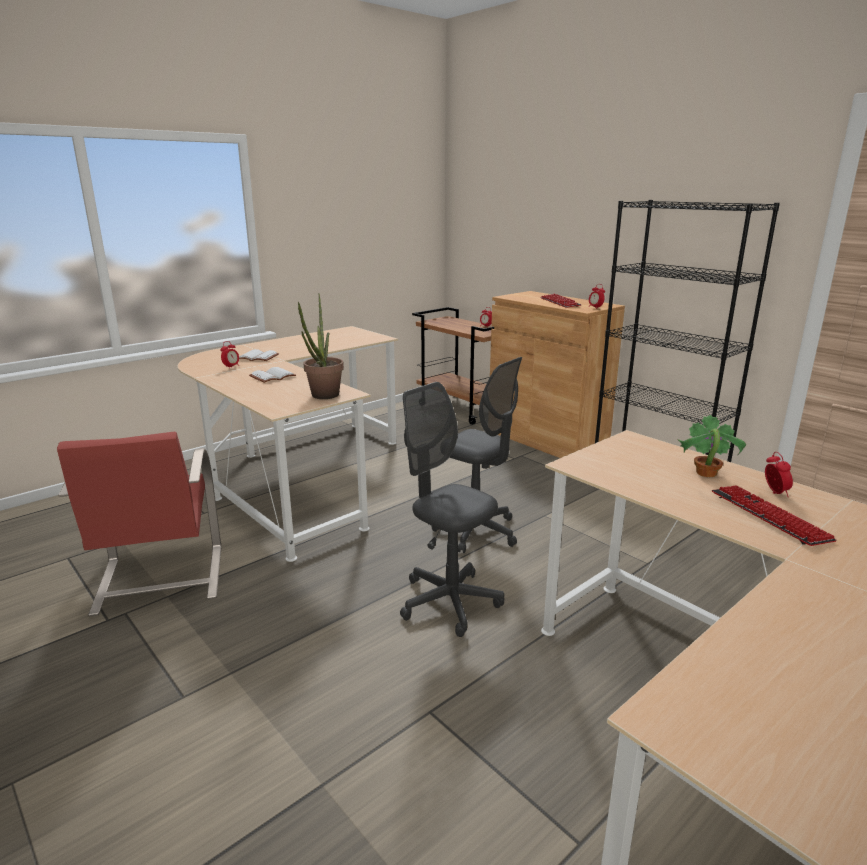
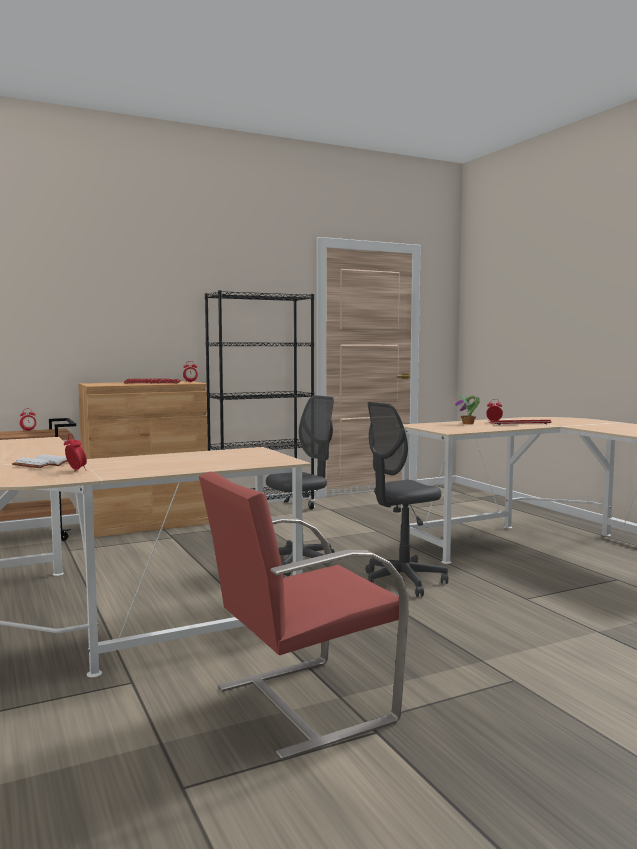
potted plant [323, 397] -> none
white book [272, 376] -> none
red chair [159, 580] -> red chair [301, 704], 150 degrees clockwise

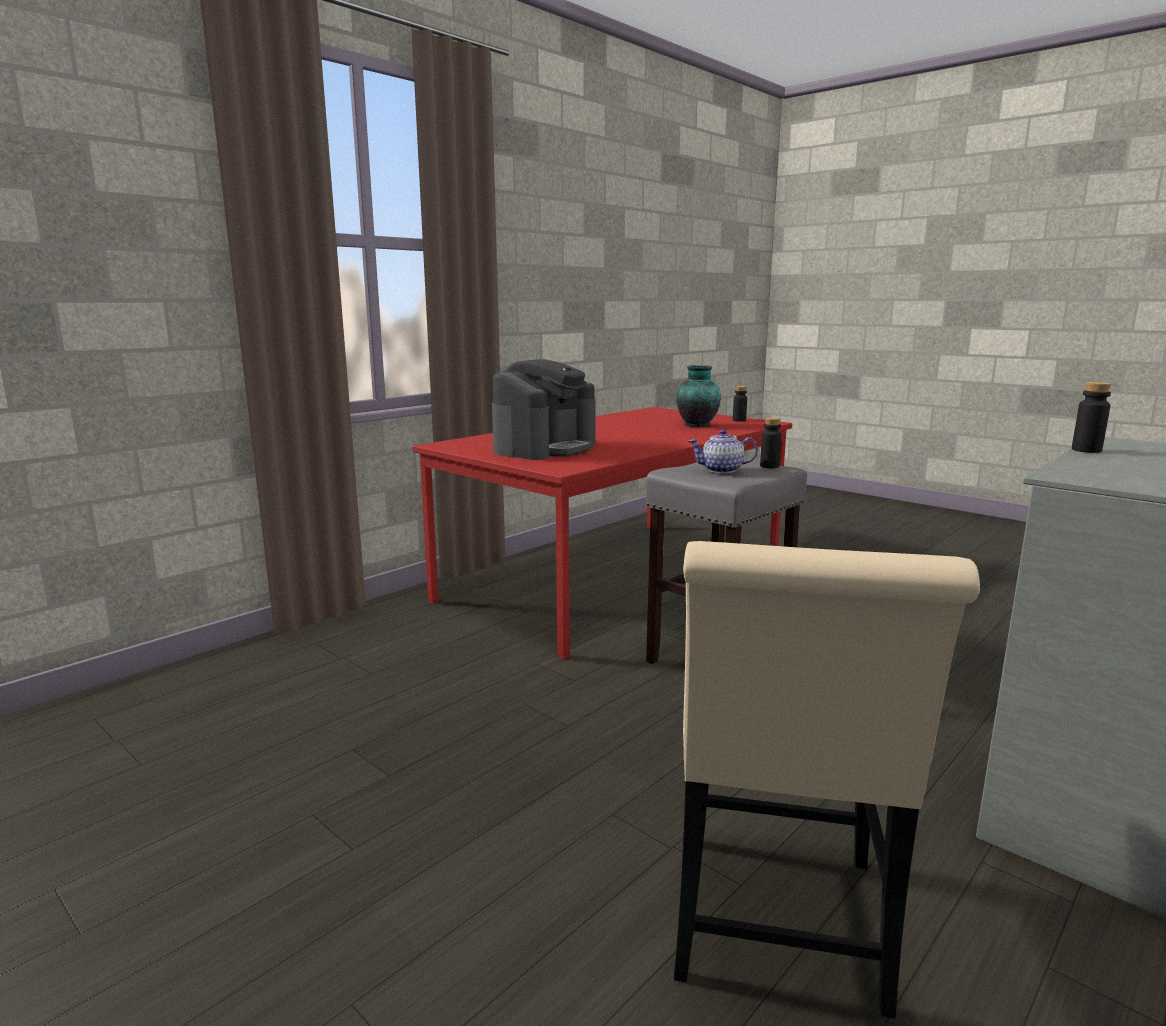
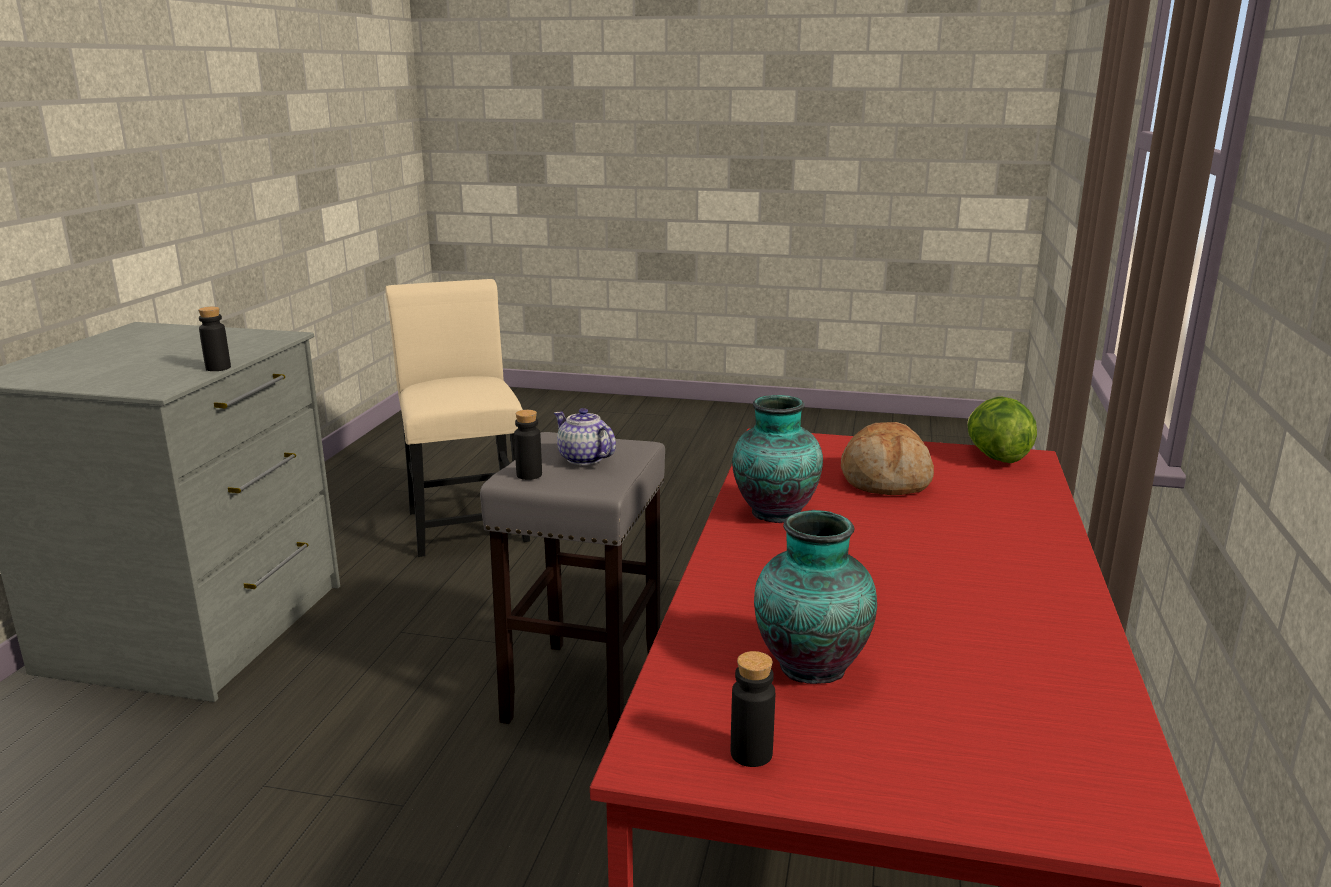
coffee machine [545, 448] -> bread [885, 479]
teapot [721, 470] -> teapot [583, 458], 105 degrees counterclockwise
none -> vase [773, 513]
none -> lettuce [996, 457]

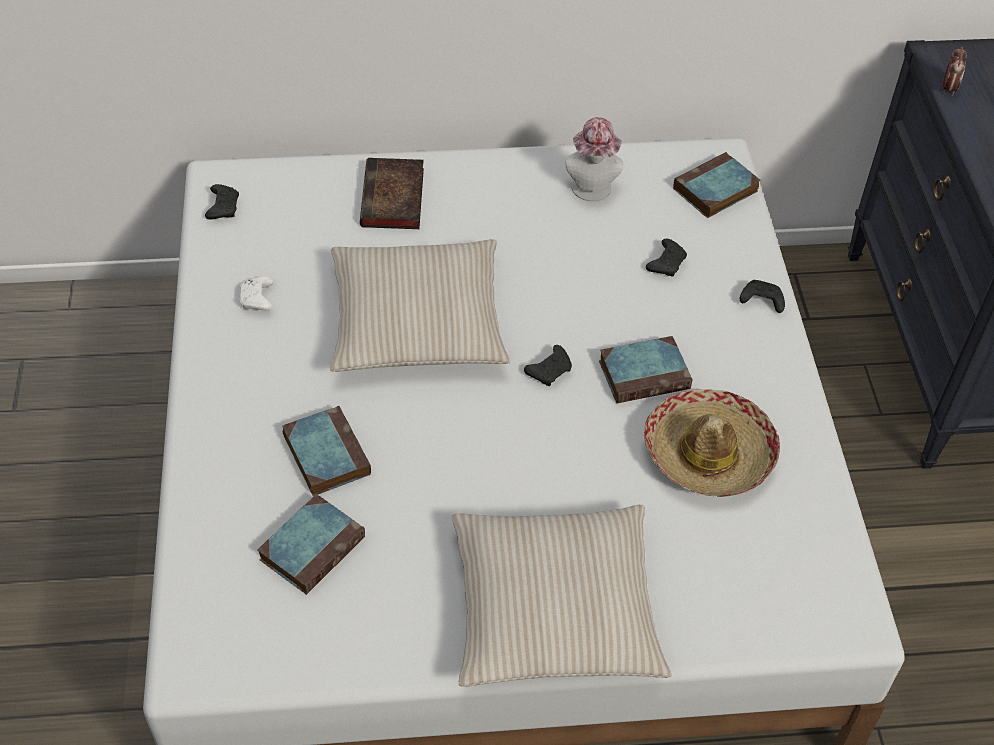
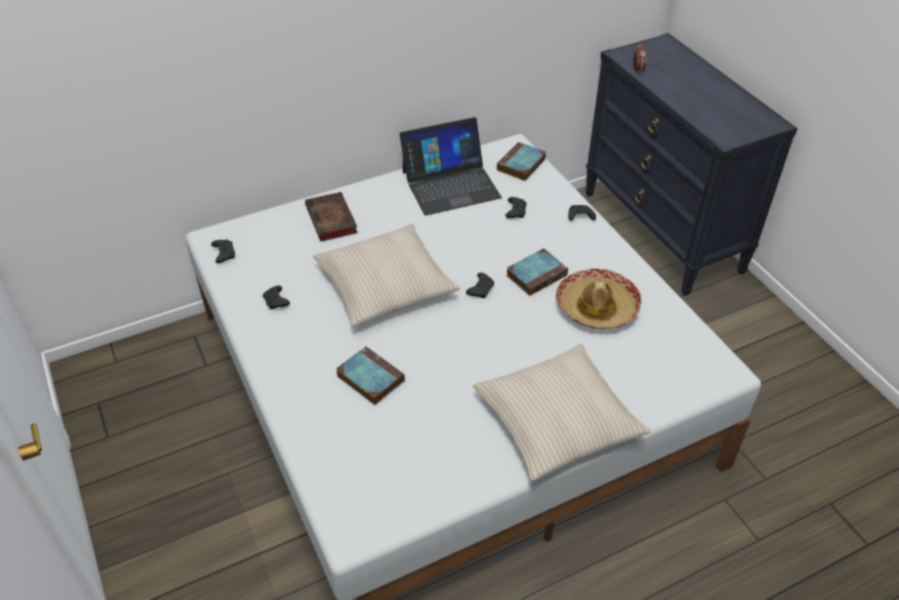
hat [592, 191] -> laptop [450, 184]
white game controller [258, 300] -> black game controller [276, 302]
book [313, 546] -> none

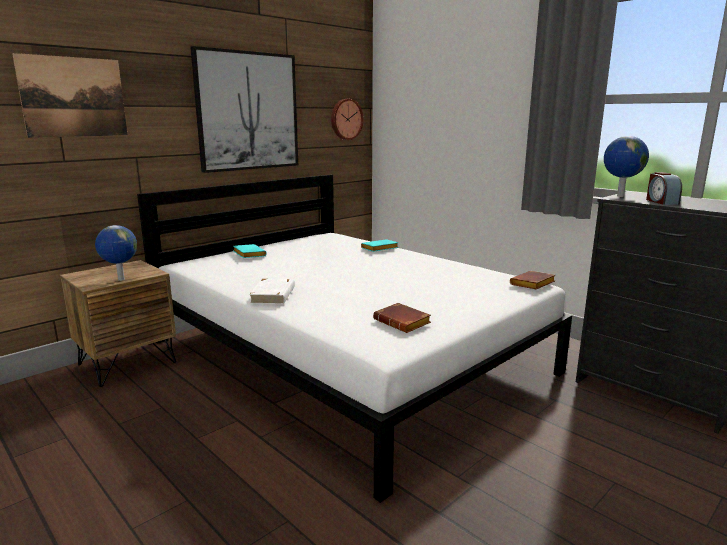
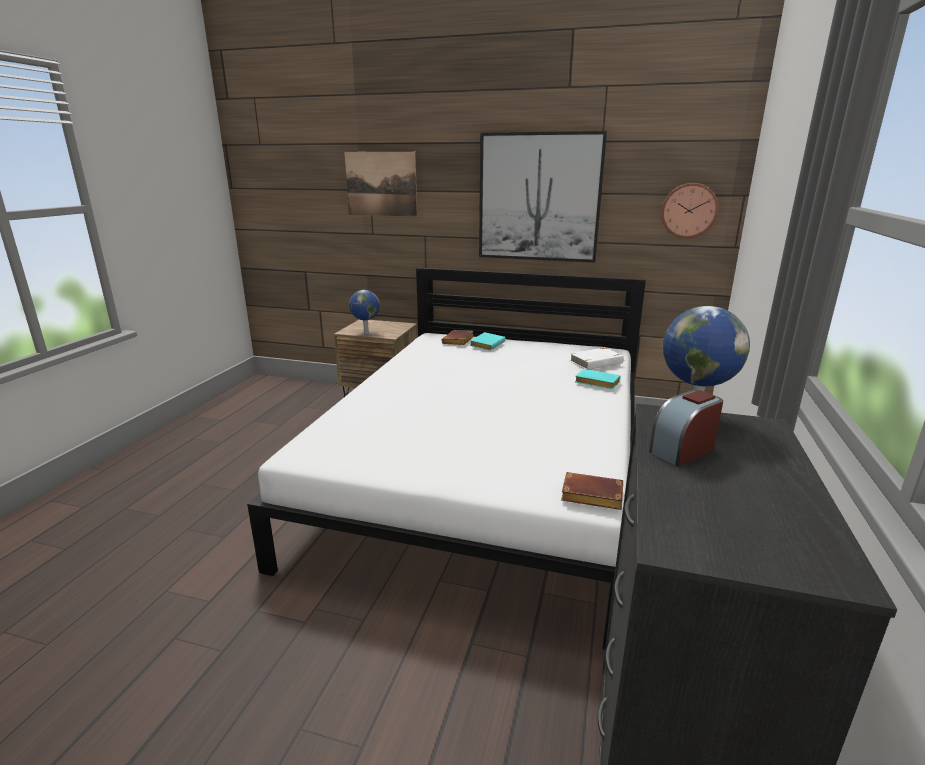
white book [273, 295] -> white book [596, 362], move
brown book [403, 322] -> brown book [459, 341], move

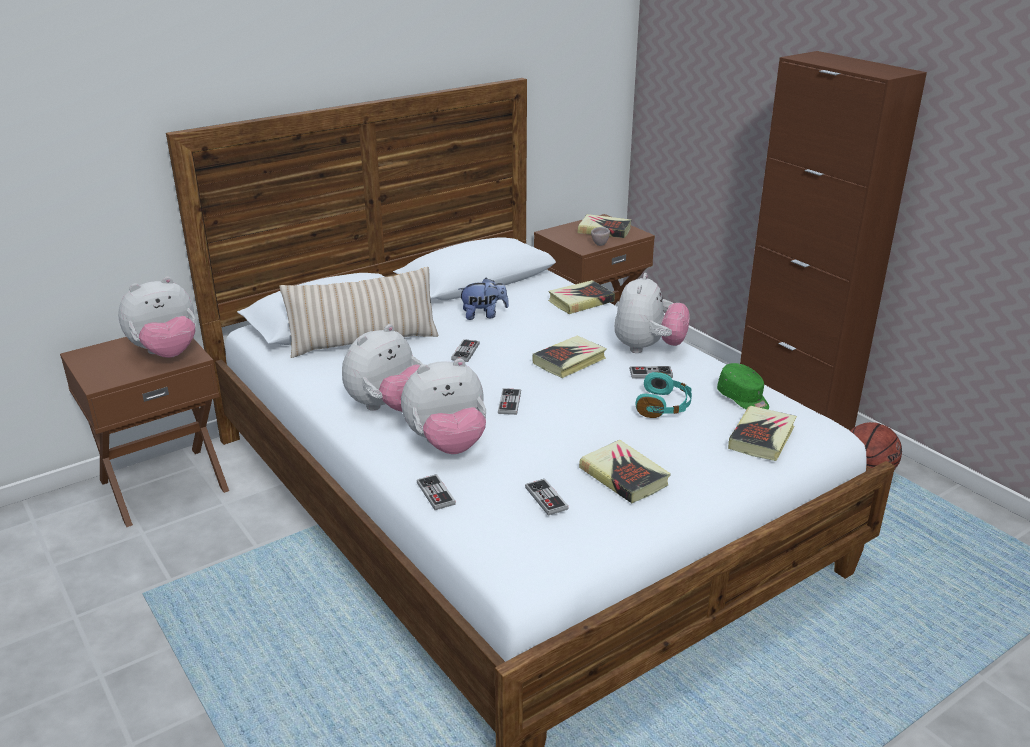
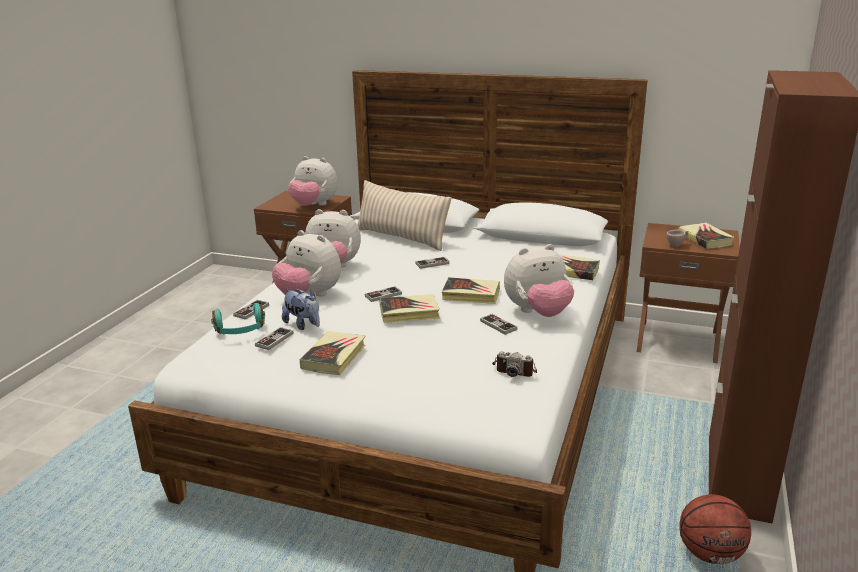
plush toy [483, 315] -> plush toy [303, 325], move
green cap [743, 398] -> photo camera [515, 369]
turquoise headphones [664, 406] -> turquoise headphones [240, 330], move
book [761, 438] -> book [409, 312], move

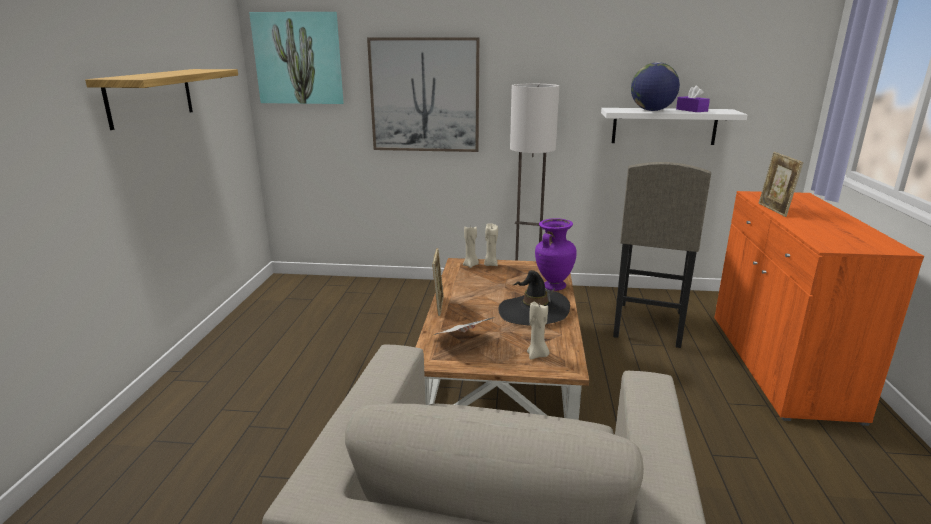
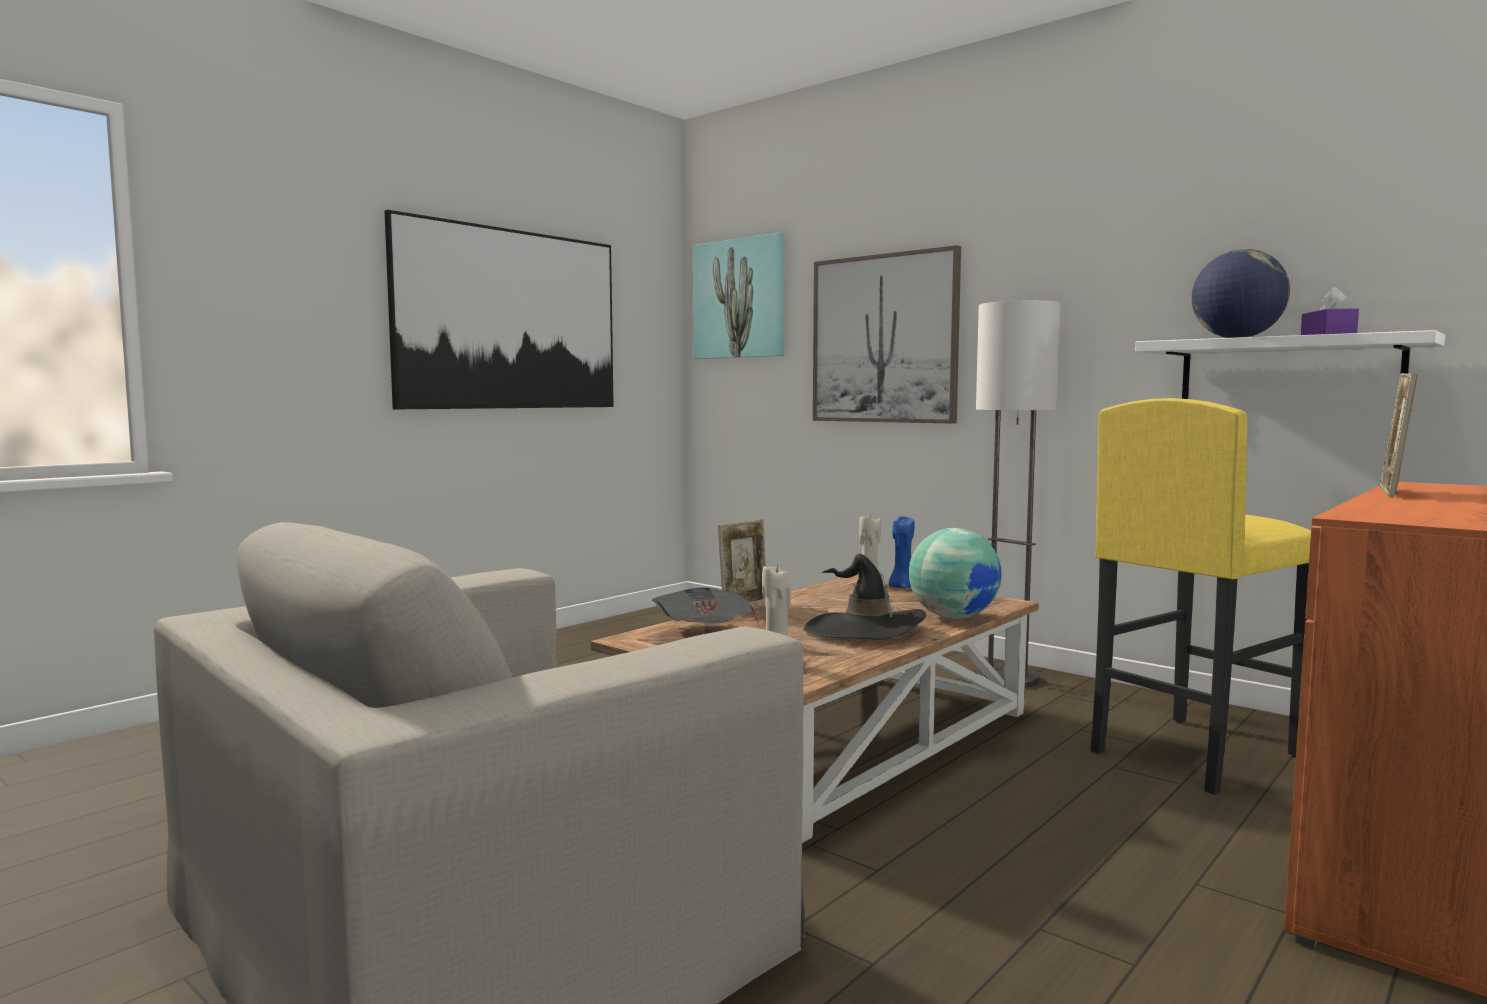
shelf [150, 97] -> picture [510, 319]
grey stool [648, 324] -> yellow stool [1192, 753]
purple vase [553, 286] -> globe [953, 617]
beige candle [490, 264] -> blue candle [901, 587]

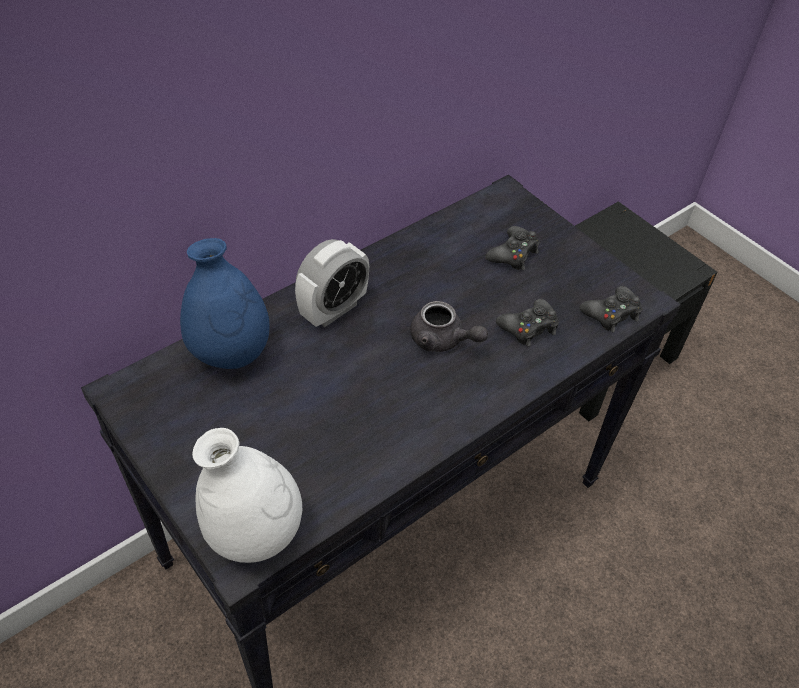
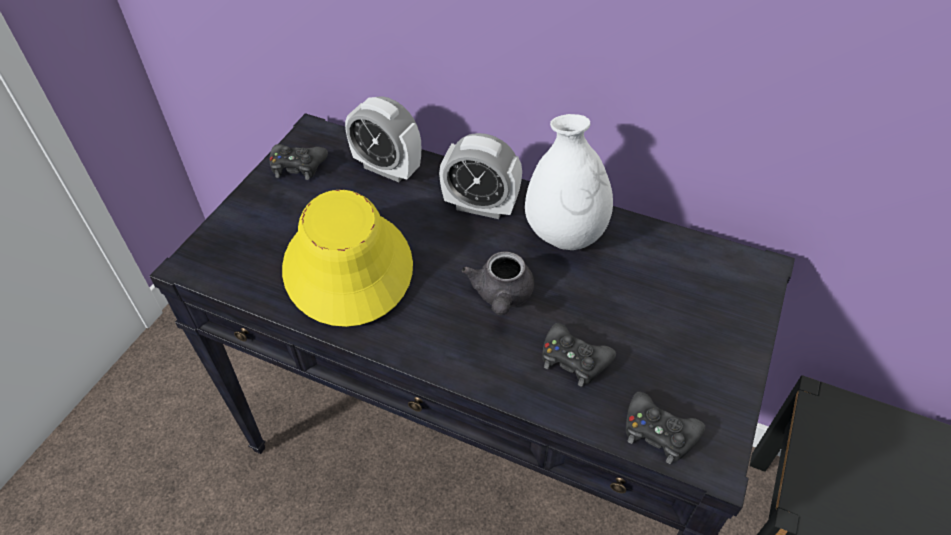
black game controller [513, 254] -> black game controller [297, 166], move
blue vase [230, 353] -> alarm clock [387, 169]
white vase [254, 534] -> white vase [564, 235], move
none -> yellow hat [347, 266]

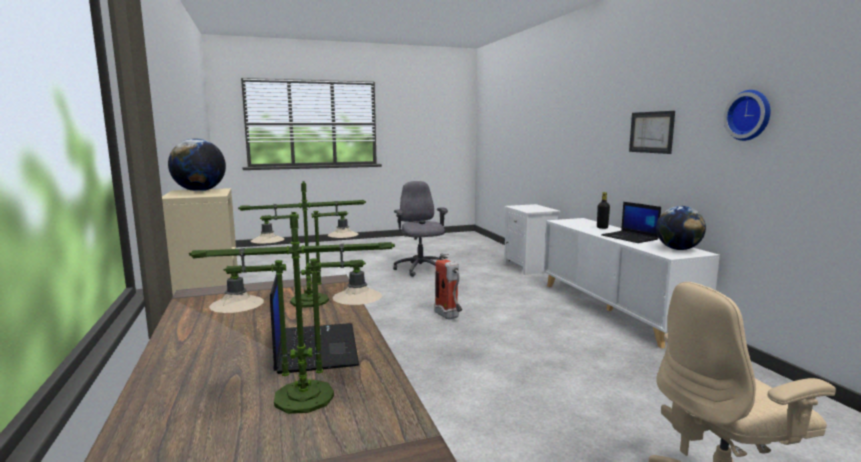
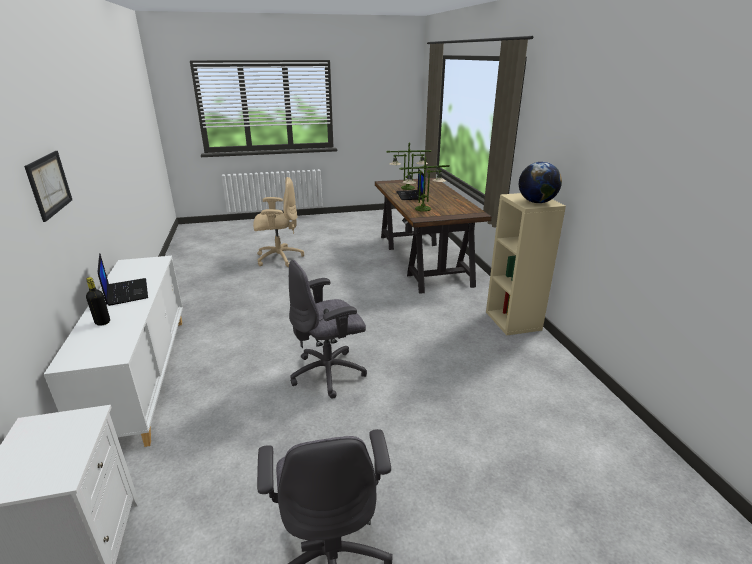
wall clock [750, 115] -> none
globe [678, 249] -> none
fire extinguisher [449, 317] -> grey office chair [329, 373]

